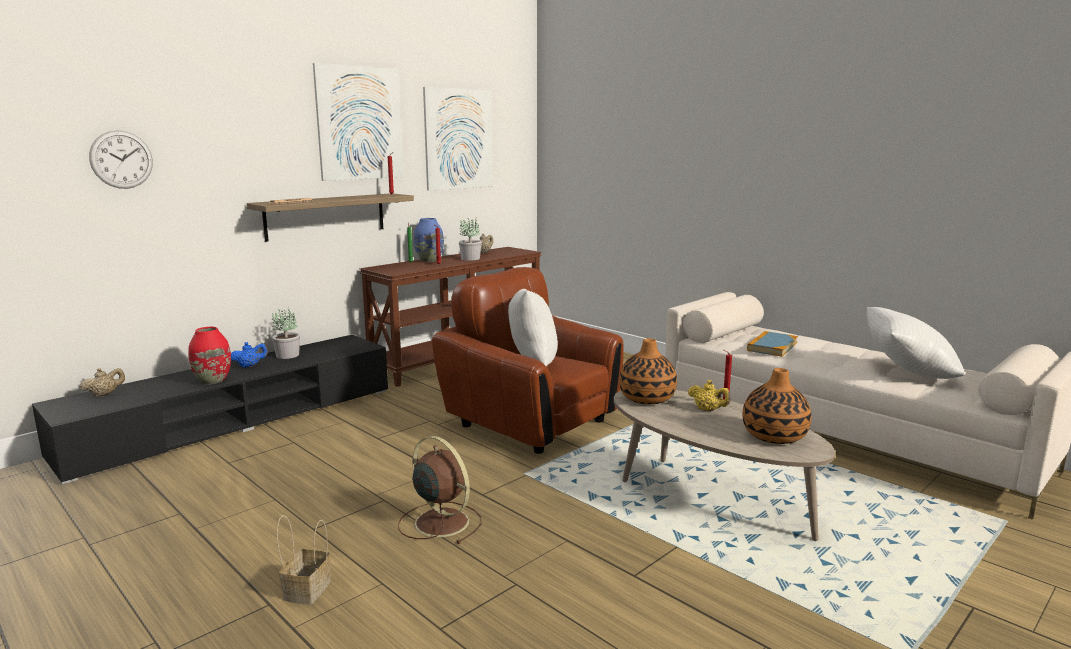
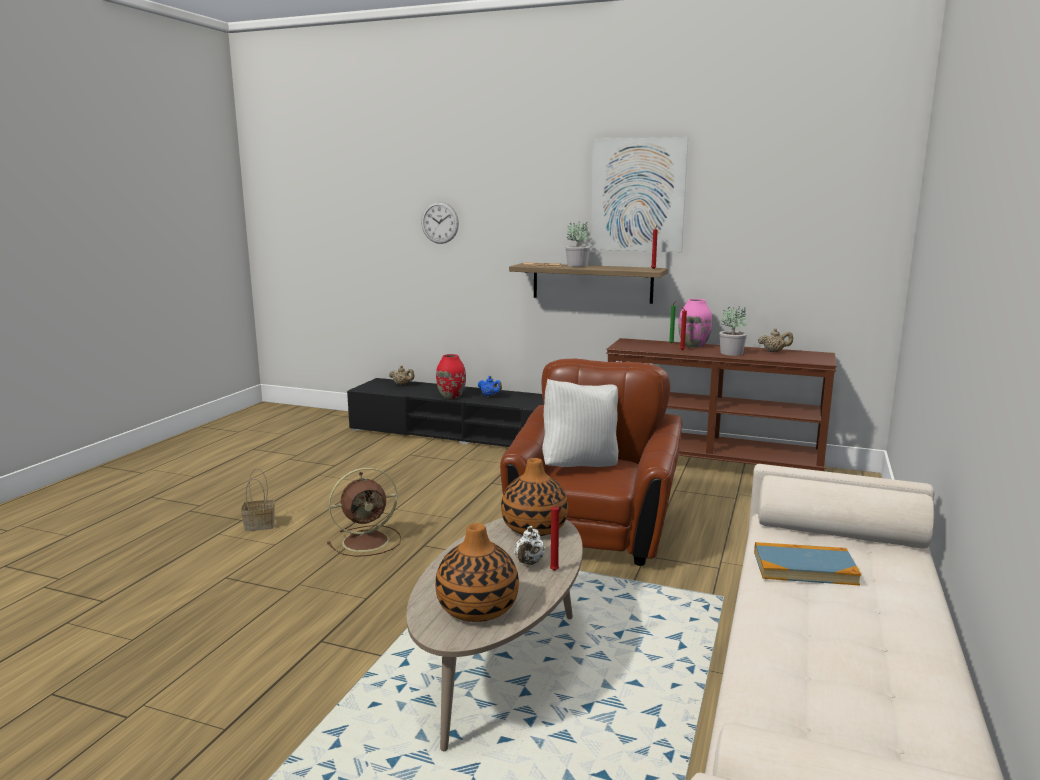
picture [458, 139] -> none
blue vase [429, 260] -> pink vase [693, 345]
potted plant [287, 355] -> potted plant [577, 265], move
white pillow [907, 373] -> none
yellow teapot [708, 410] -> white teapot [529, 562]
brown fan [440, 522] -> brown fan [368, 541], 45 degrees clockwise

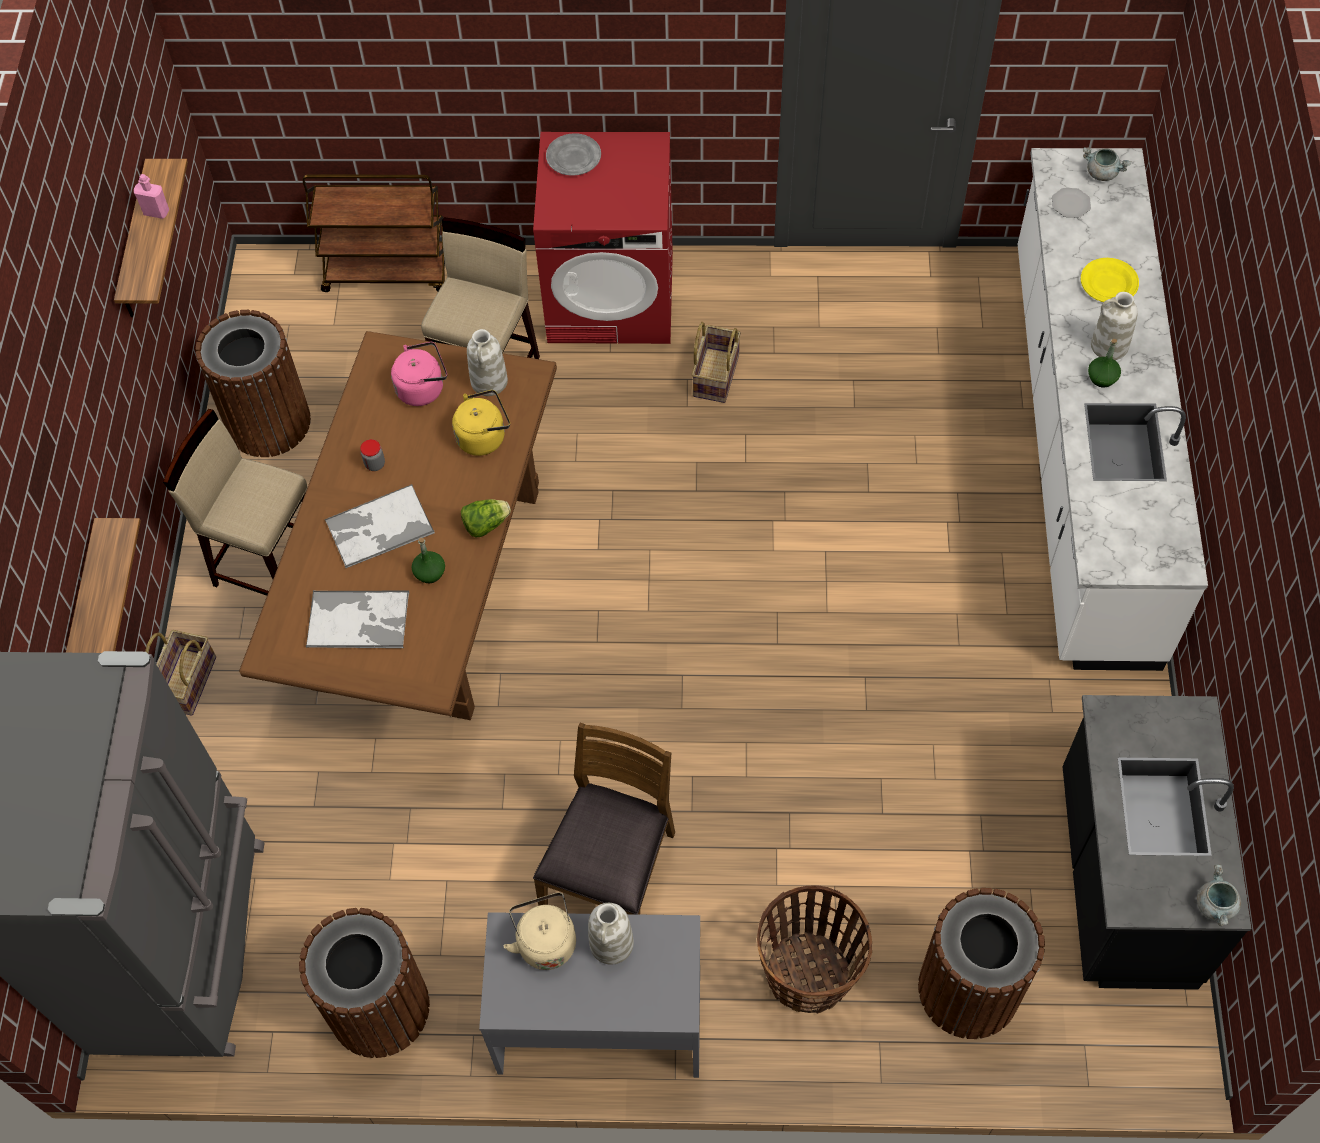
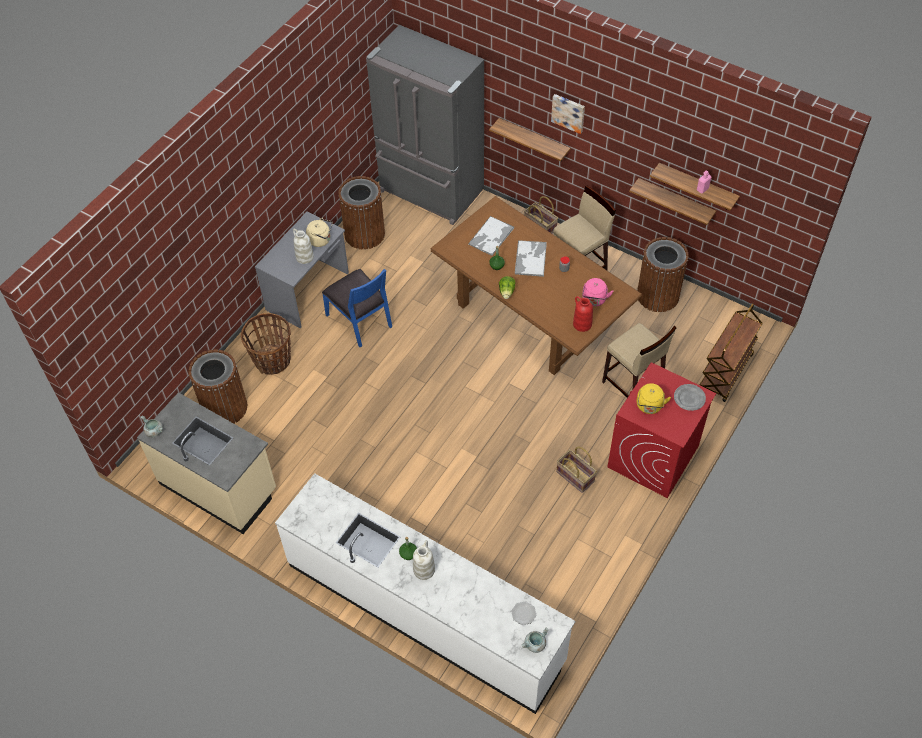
yellow plate [1109, 283] -> none
white vase [489, 382] -> red vase [582, 324]
yellow kettle [484, 437] -> yellow kettle [649, 406], move
black counter [1122, 879] -> beige counter [219, 486]
brown chair [611, 872] -> blue chair [360, 320]
none -> picture [568, 112]
none -> shelf [675, 202]

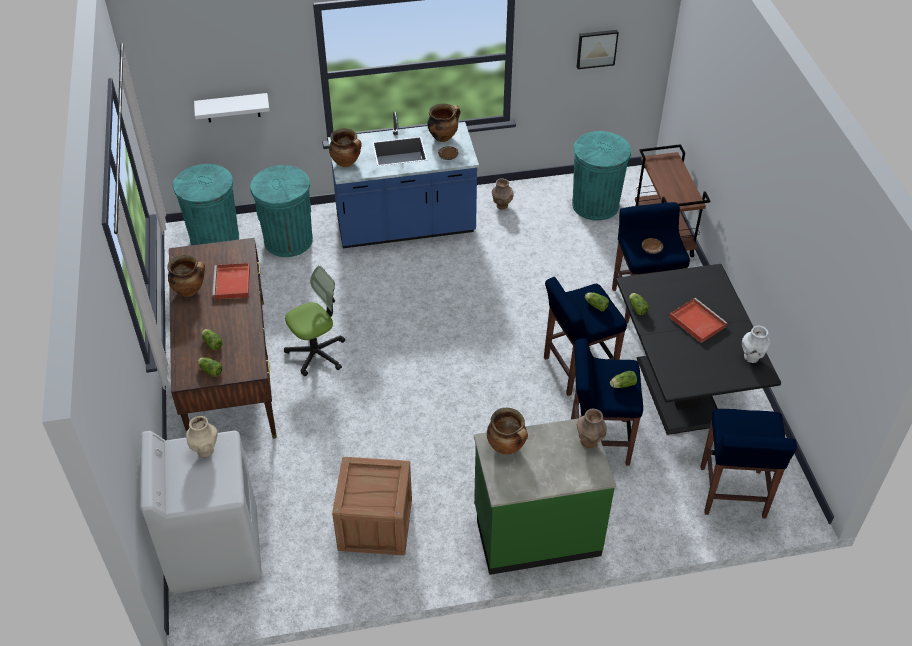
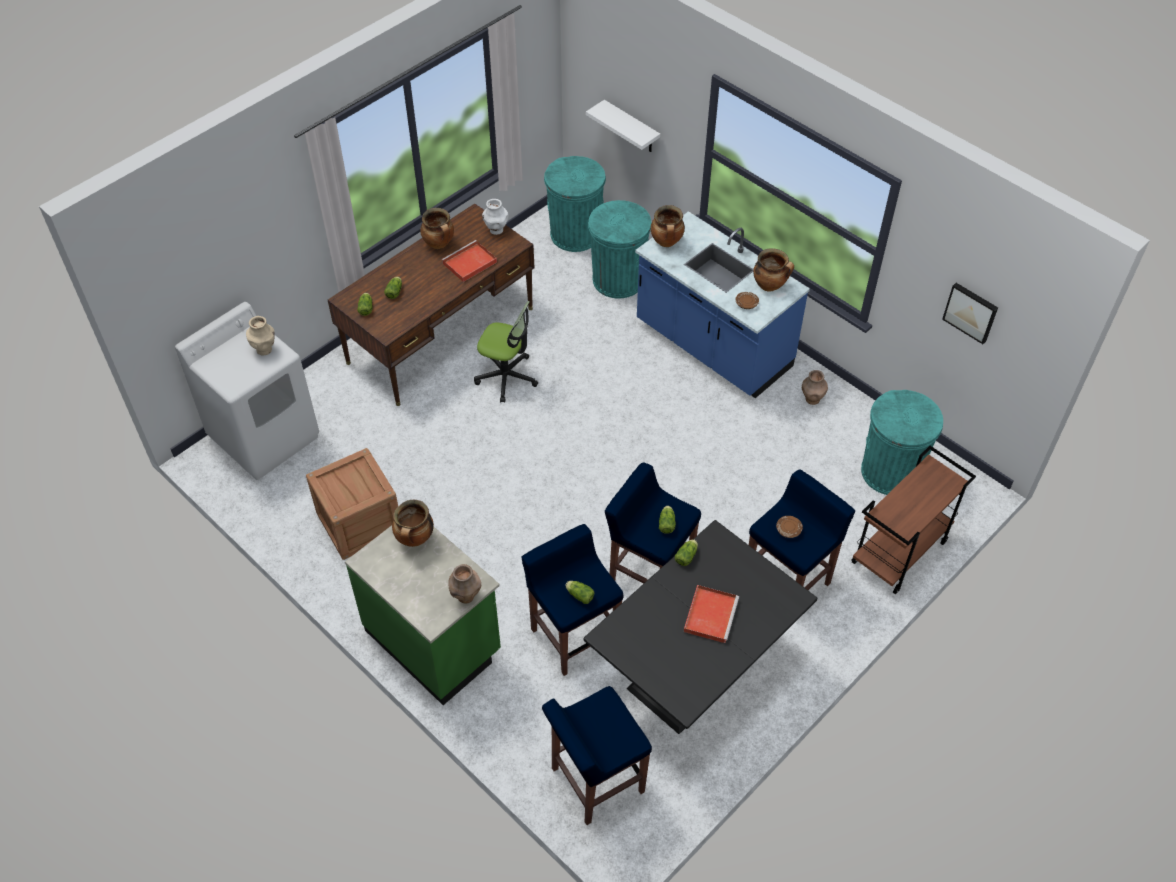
white vase [751, 357] -> white vase [496, 230], move

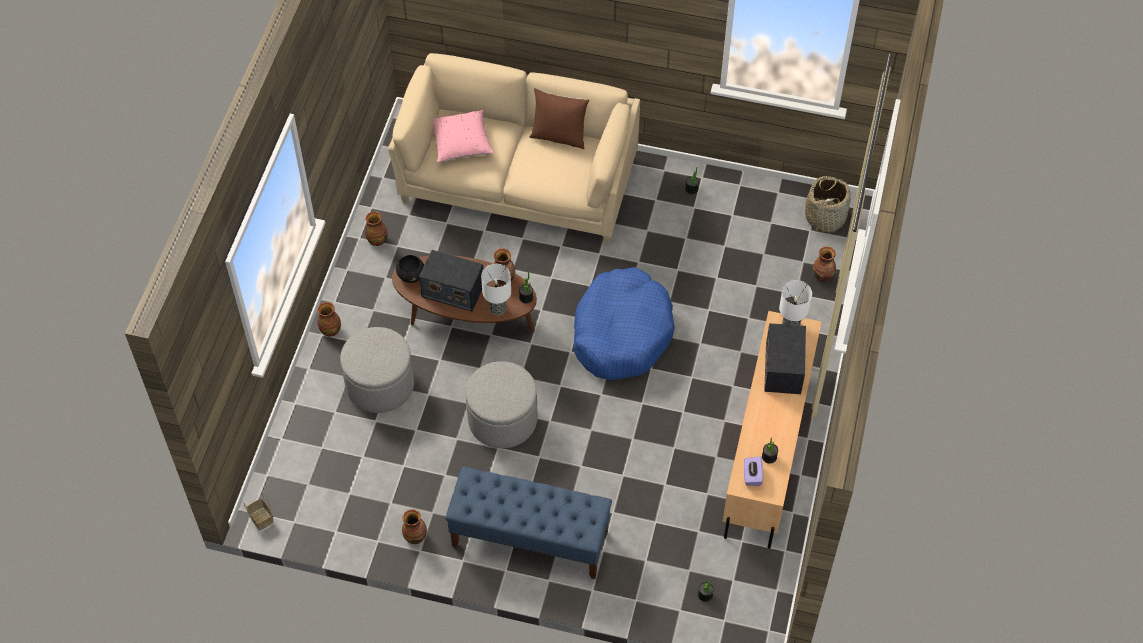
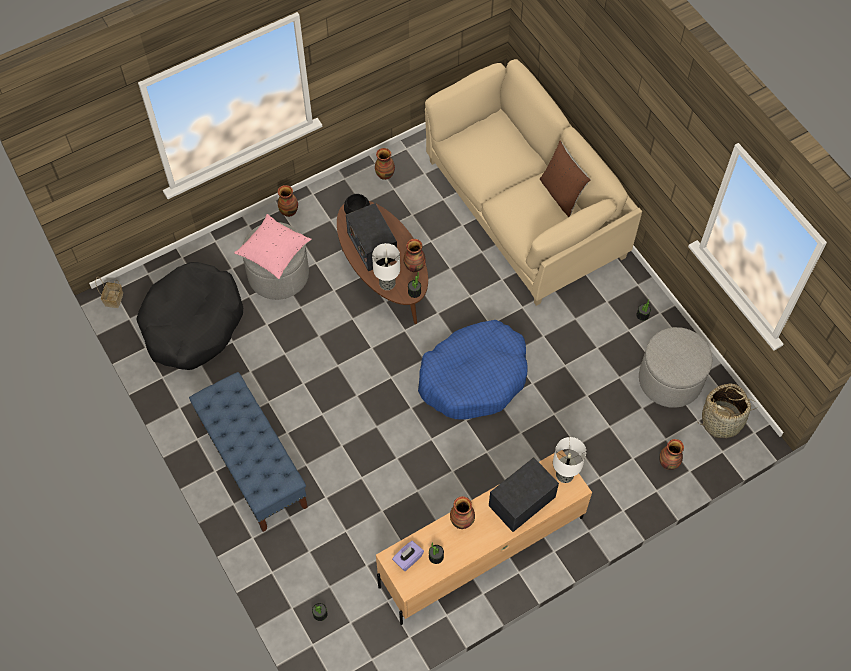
pink pillow [461, 143] -> pink pillow [274, 252], move
grey ottoman [502, 419] -> grey ottoman [670, 379], move
vase [415, 536] -> vase [462, 521], move
none -> black dog bed [192, 323]

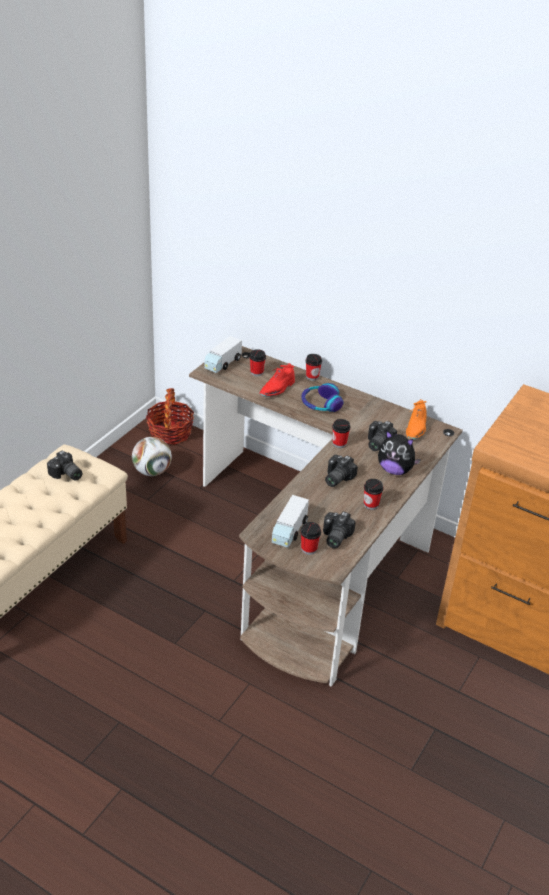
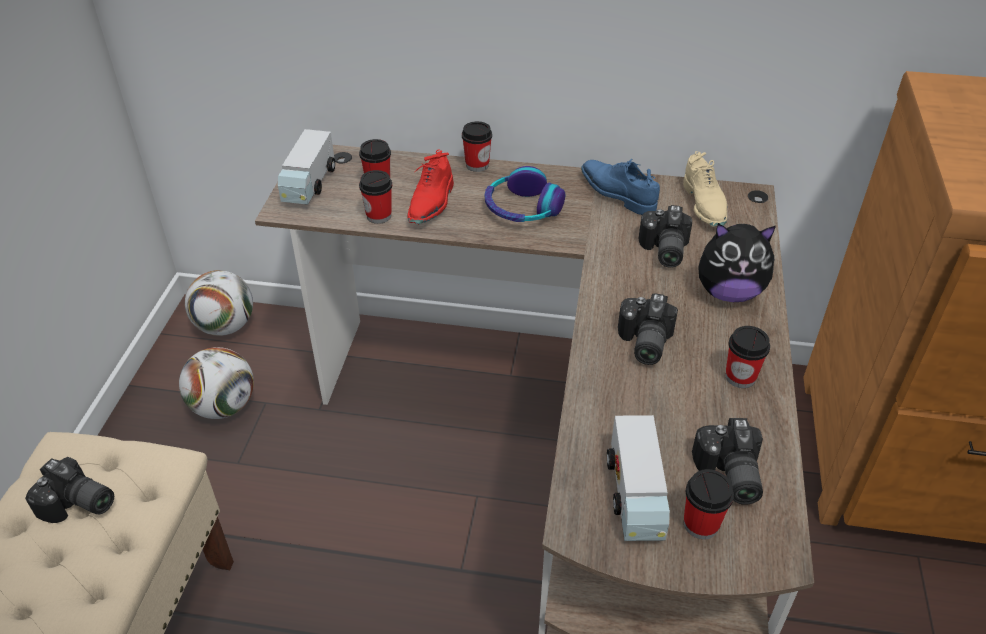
basket [170, 432] -> football [225, 326]
orange shoe [416, 428] -> beige shoe [704, 205]
cup [339, 443] -> cup [379, 216], move
none -> blue shoe [617, 194]

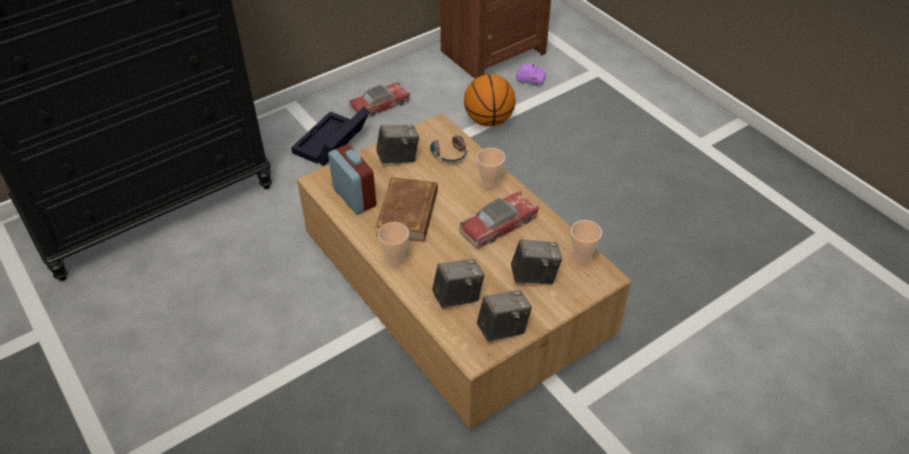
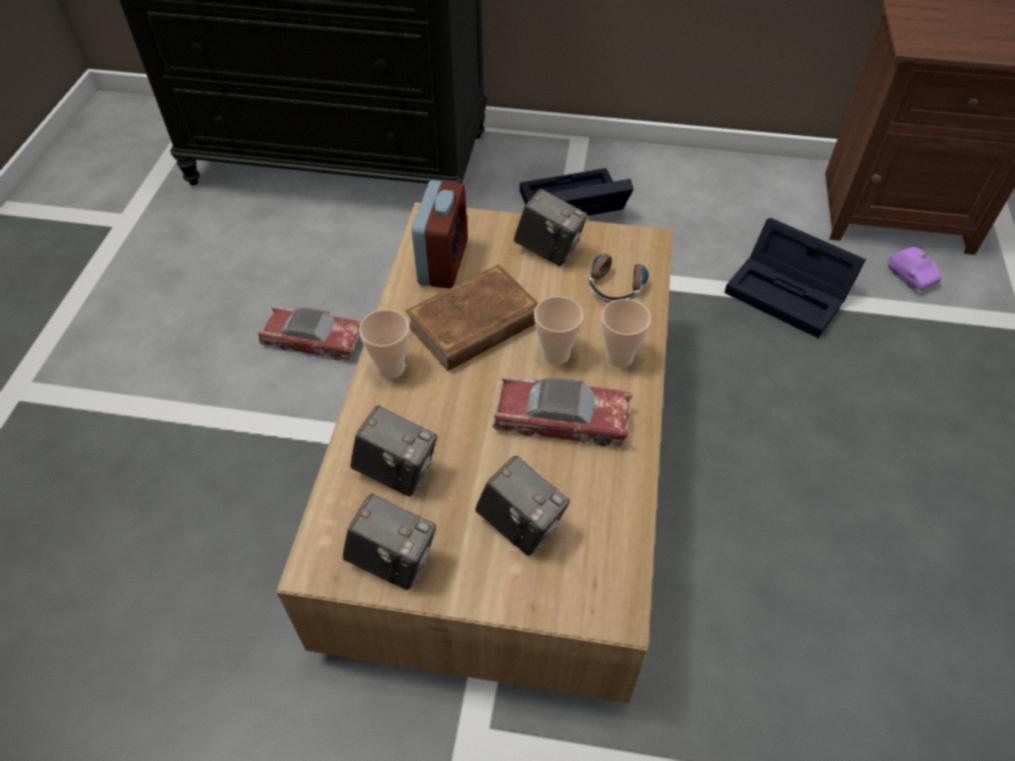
basketball [489, 120] -> black storage box [791, 293]
toy car [380, 105] -> toy car [313, 340], move
cup [582, 257] -> cup [555, 355], move

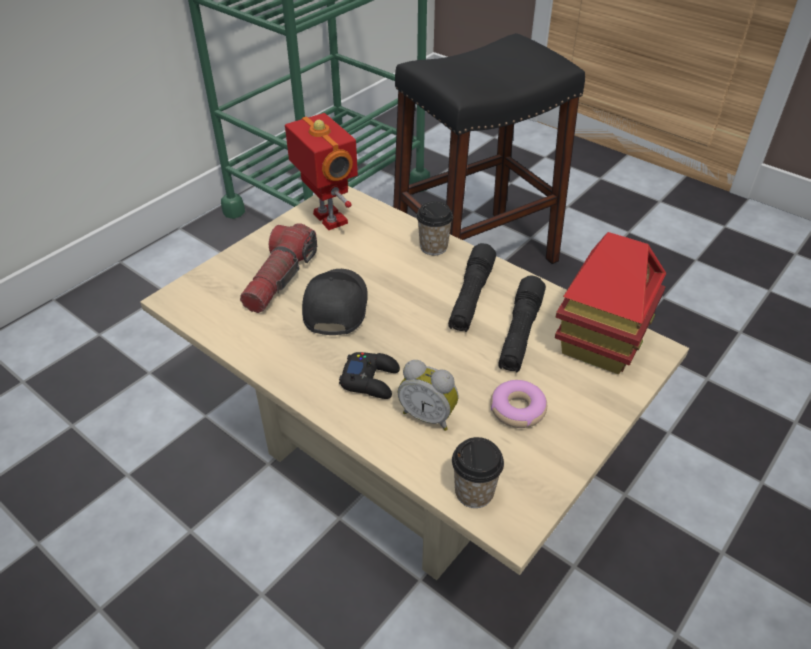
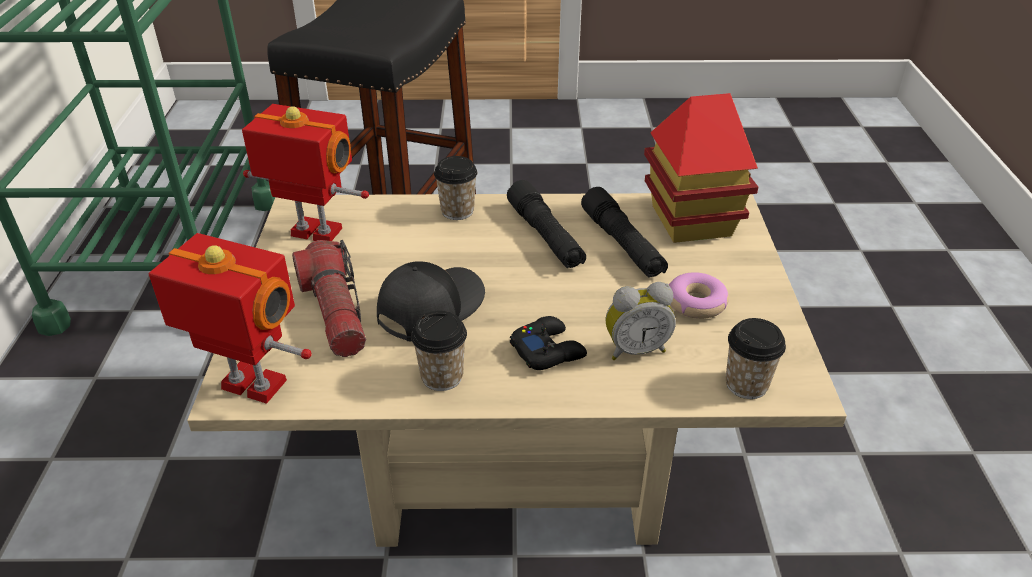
black cap [334, 307] -> black cap [429, 308], 75 degrees clockwise
none -> toy robot [251, 387]
none -> cup [442, 377]

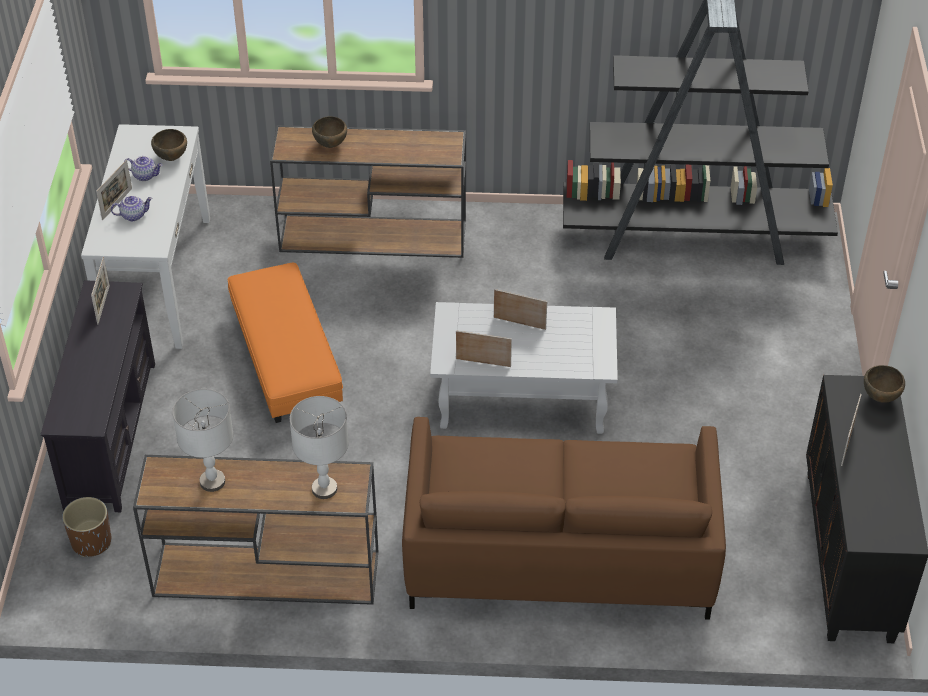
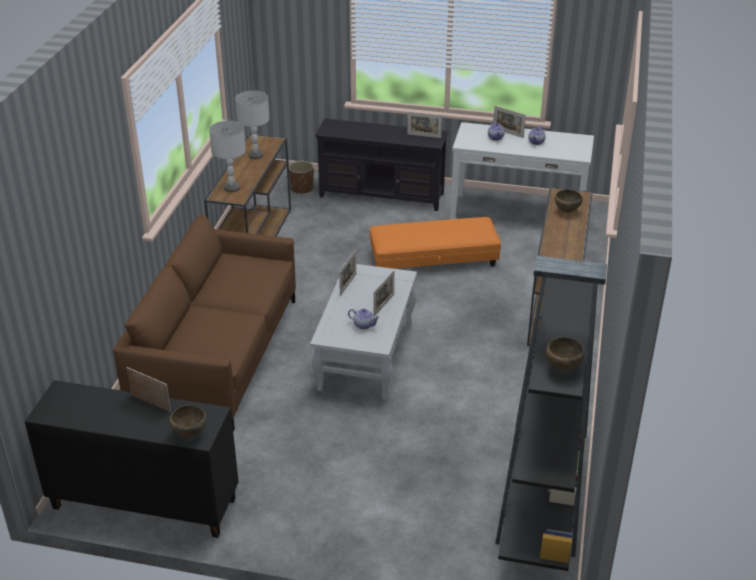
brown bowl [172, 158] -> brown bowl [563, 368], move
none -> teapot [364, 325]

